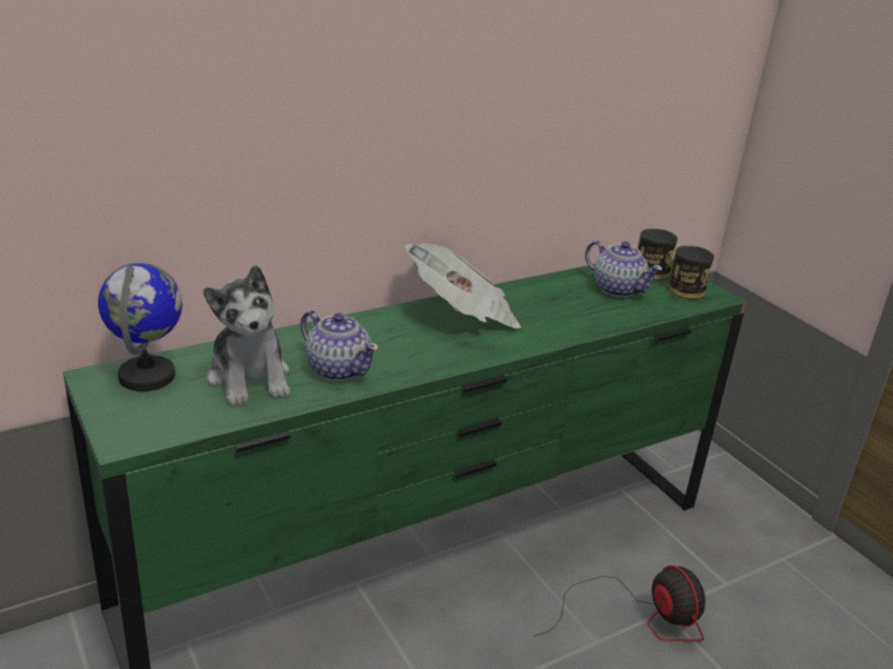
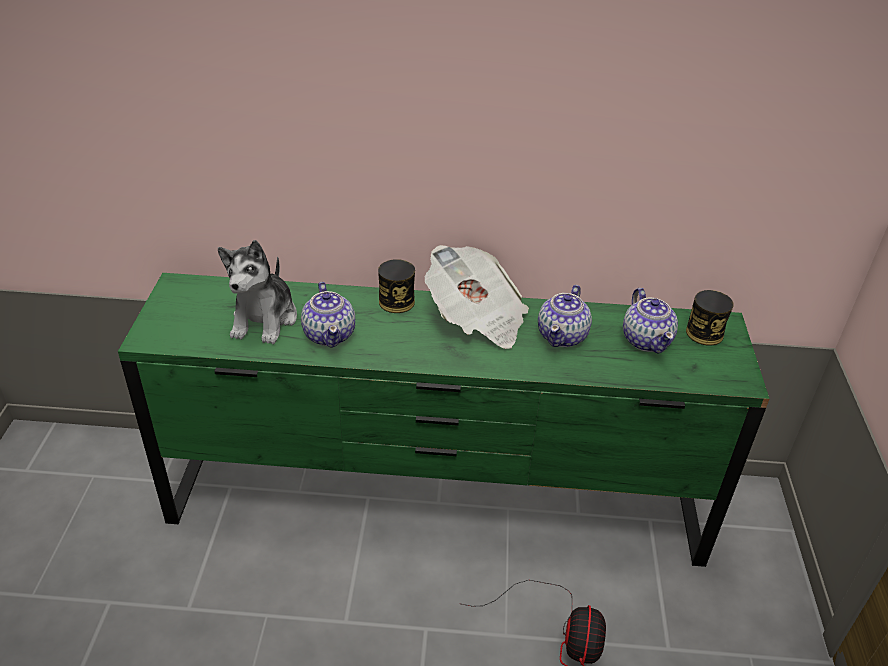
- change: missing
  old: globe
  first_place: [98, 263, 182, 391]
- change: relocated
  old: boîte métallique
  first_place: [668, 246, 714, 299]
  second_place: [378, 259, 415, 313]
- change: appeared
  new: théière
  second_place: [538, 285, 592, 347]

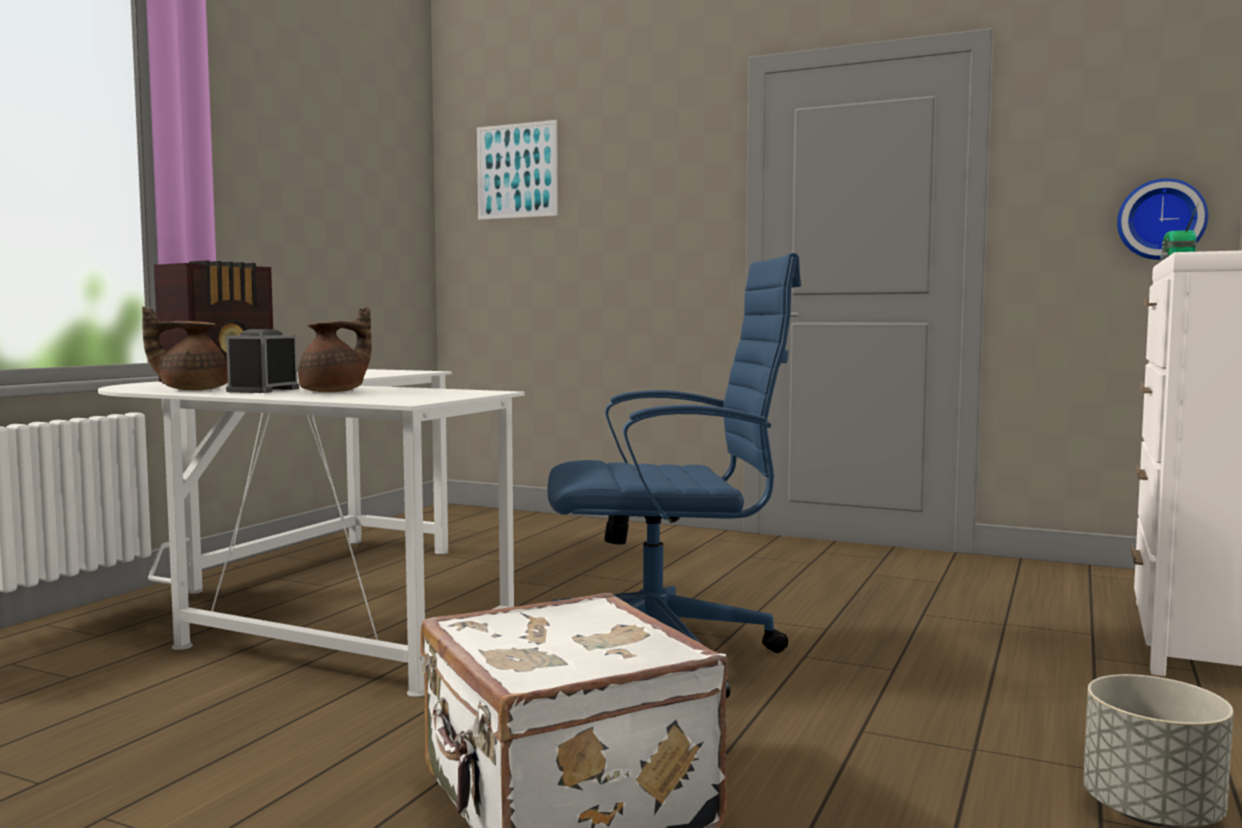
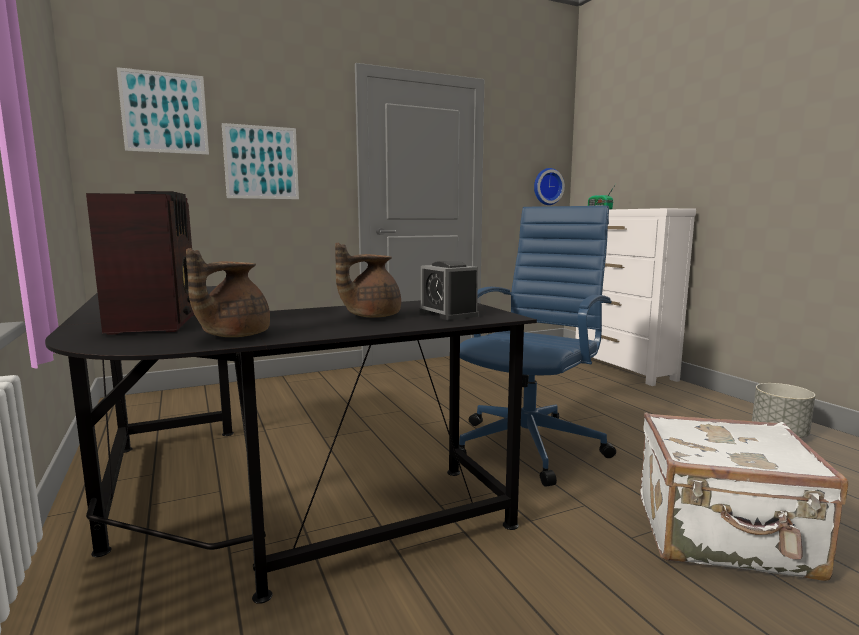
- change: colour
  old: bureau [blanc]
  new: bureau [noir]
  first_place: [98, 369, 524, 697]
  second_place: [45, 286, 537, 604]
- change: relocated
  old: réveil
  first_place: [226, 329, 299, 393]
  second_place: [420, 260, 479, 320]
- change: spun
  old: théière [marron]
  first_place: [298, 307, 372, 392]
  second_place: [335, 243, 401, 318]
  degrees: -120
- change: appeared
  new: tableau
  second_place: [222, 123, 299, 199]

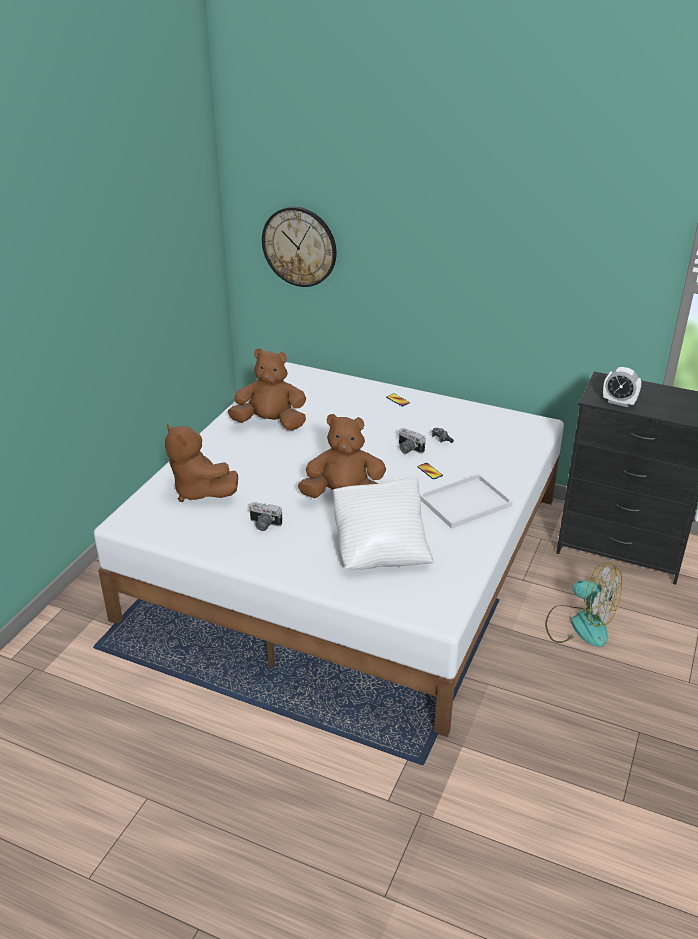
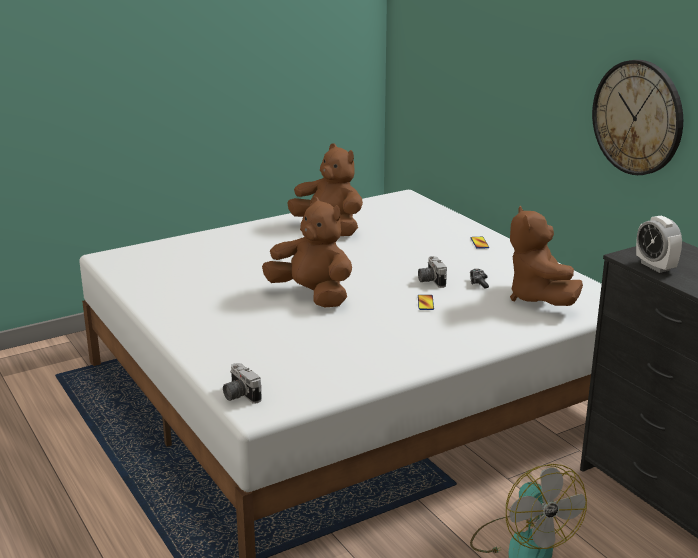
- change: relocated
  old: peluche [marron]
  first_place: [165, 423, 238, 502]
  second_place: [510, 206, 583, 306]
- change: relocated
  old: appareil photo
  first_place: [248, 502, 282, 531]
  second_place: [223, 363, 262, 404]
- change: relocated
  old: horloge murale
  first_place: [262, 206, 336, 287]
  second_place: [592, 60, 683, 175]
- change: missing
  old: coussin [blanc]
  first_place: [333, 476, 433, 570]
- change: missing
  old: plateau [blanc]
  first_place: [420, 474, 513, 529]

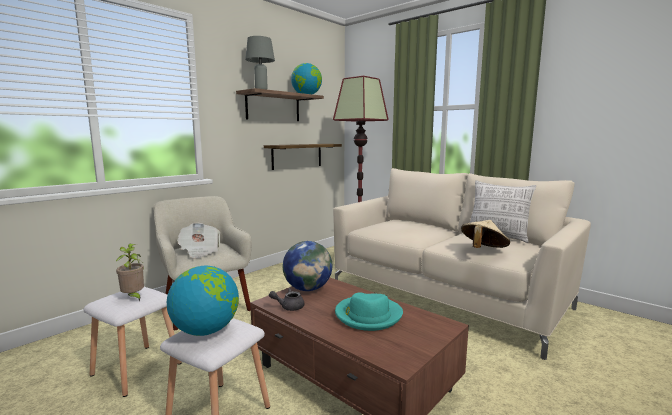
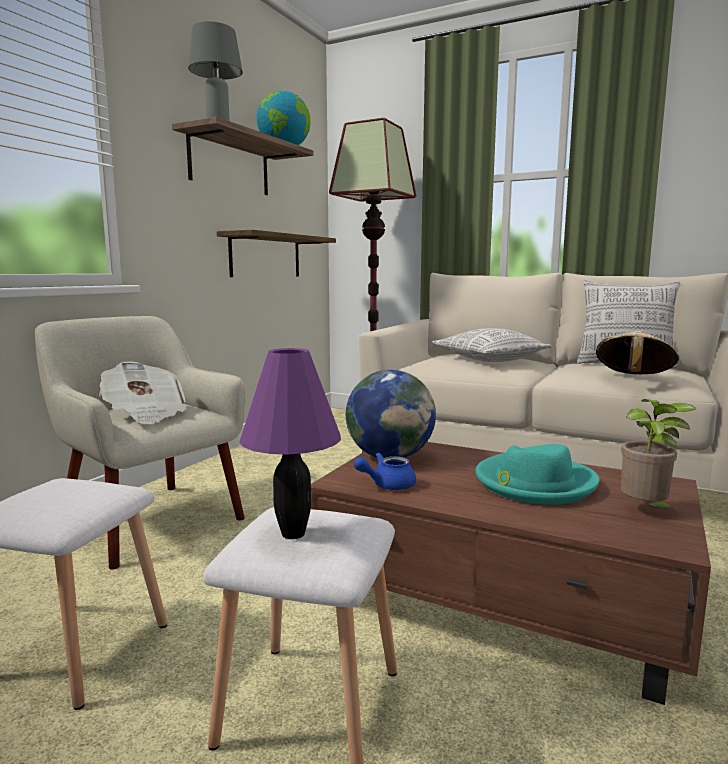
- change: relocated
  old: plante en pot
  first_place: [116, 244, 144, 302]
  second_place: [621, 399, 697, 516]
- change: exchanged
  old: globe
  new: lampe de table [violet]
  first_place: [167, 266, 239, 336]
  second_place: [240, 348, 341, 539]
- change: colour
  old: théière [gris]
  new: théière [bleu]
  first_place: [269, 288, 305, 311]
  second_place: [354, 453, 416, 490]
- change: appeared
  new: coussin
  second_place: [432, 328, 552, 362]

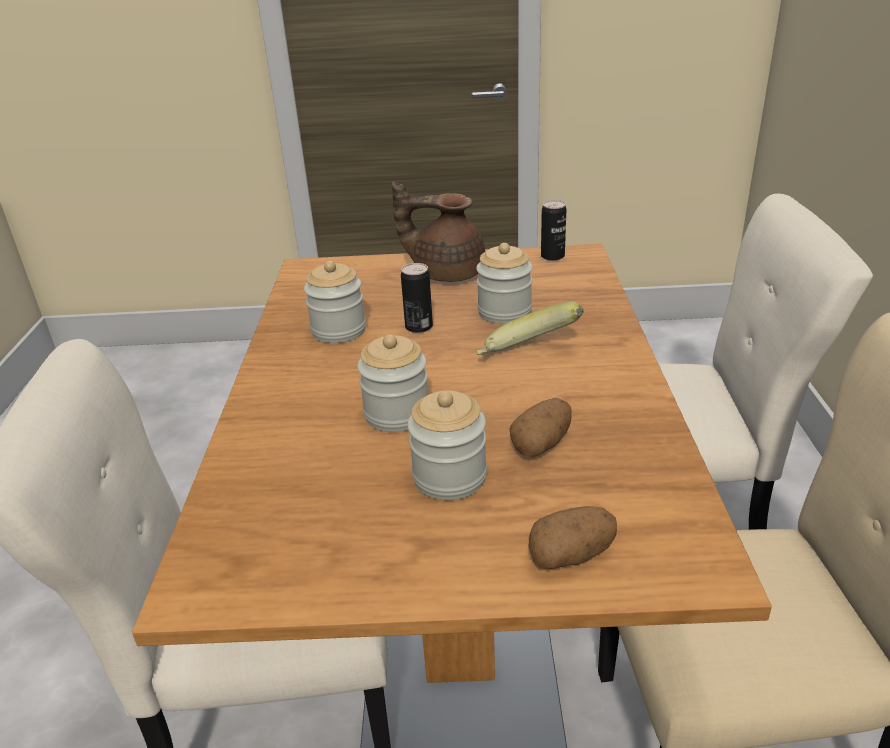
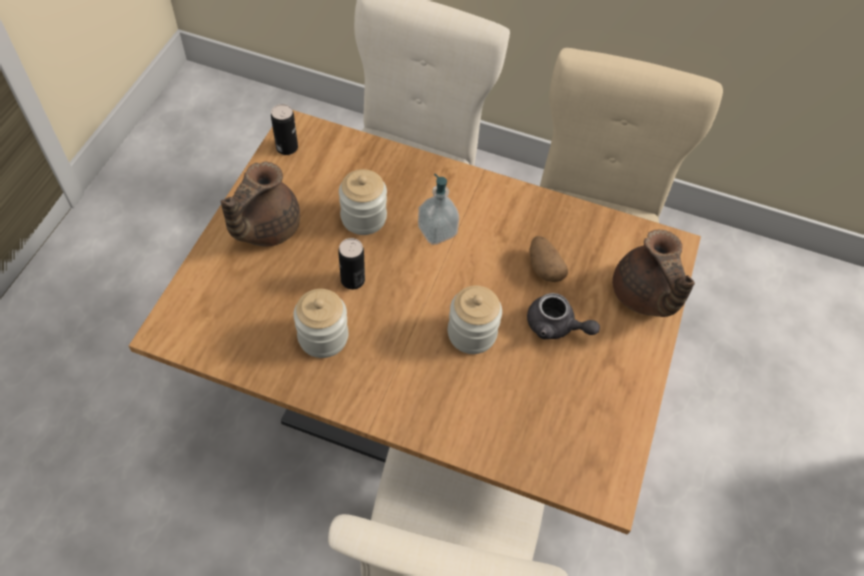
- change: exchanged
  old: bocal
  new: théière [gris]
  first_place: [408, 390, 487, 500]
  second_place: [527, 293, 600, 340]
- change: exchanged
  old: banane
  new: distributeur de savon
  first_place: [476, 302, 584, 355]
  second_place: [418, 174, 459, 245]
- change: exchanged
  old: pomme de terre
  new: théière [marron]
  first_place: [528, 506, 617, 569]
  second_place: [612, 230, 695, 317]

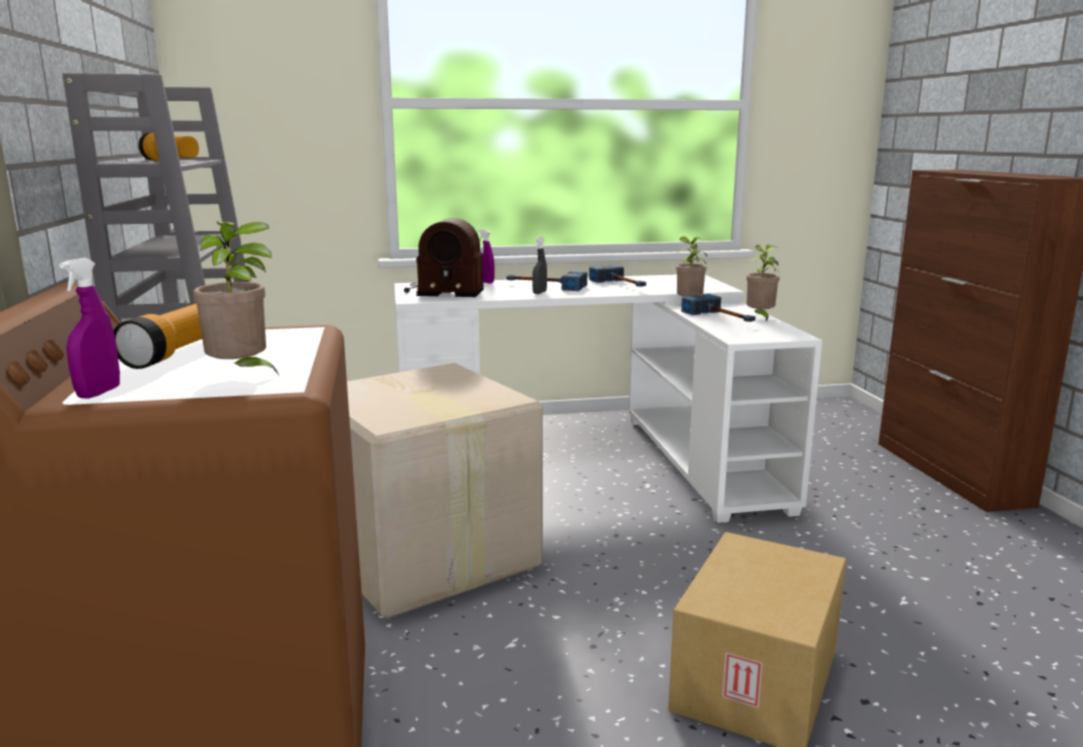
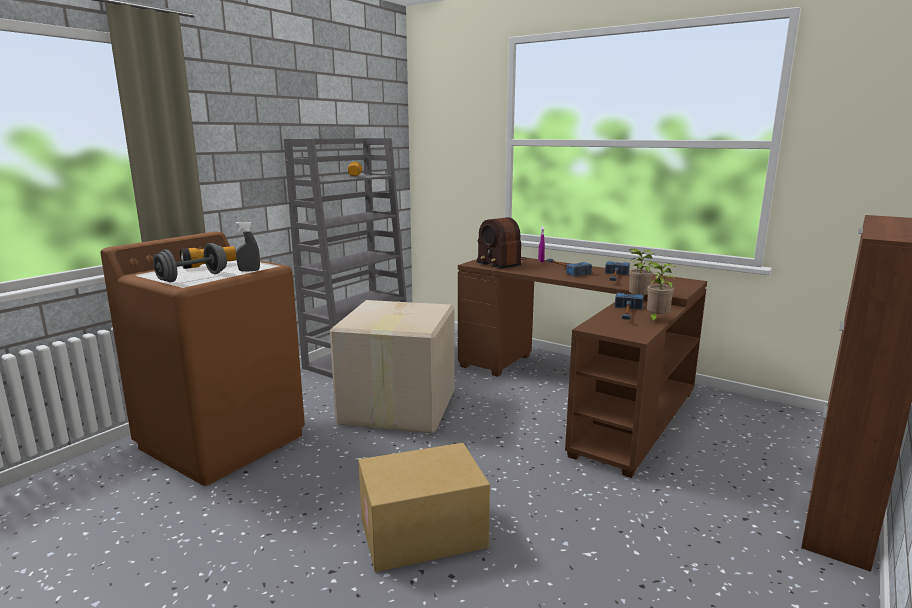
- change: missing
  old: vaporisateur [violet]
  first_place: [59, 258, 120, 399]
- change: exchanged
  old: plante en pot
  new: haltère [gris]
  first_place: [193, 221, 279, 375]
  second_place: [153, 243, 227, 282]
- change: colour
  old: bureau [blanc]
  new: bureau [marron]
  first_place: [394, 275, 822, 523]
  second_place: [458, 257, 707, 478]
- change: relocated
  old: vaporisateur [gris]
  first_place: [532, 237, 547, 294]
  second_place: [236, 221, 260, 272]

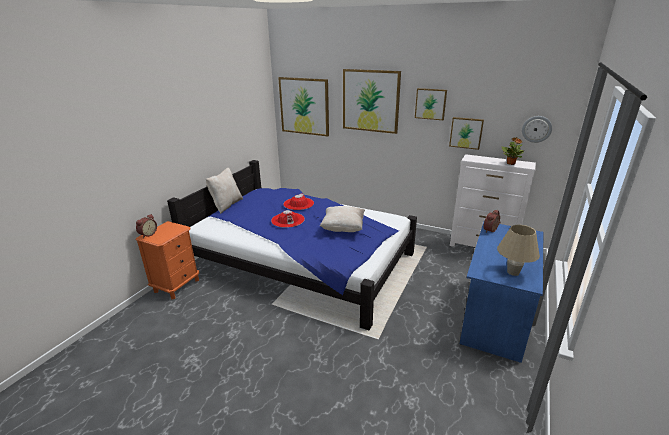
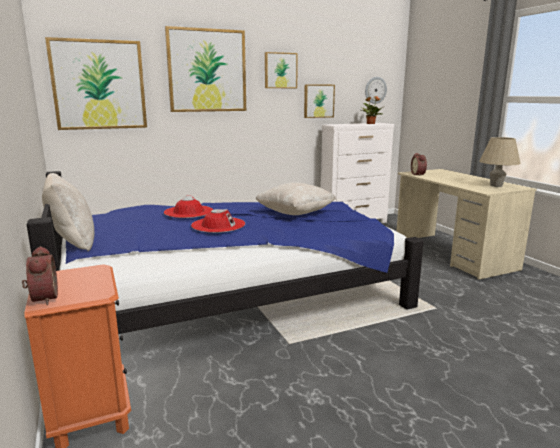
- change: colour
  old: bureau [bleu]
  new: bureau [beige]
  first_place: [460, 222, 543, 363]
  second_place: [397, 169, 537, 280]

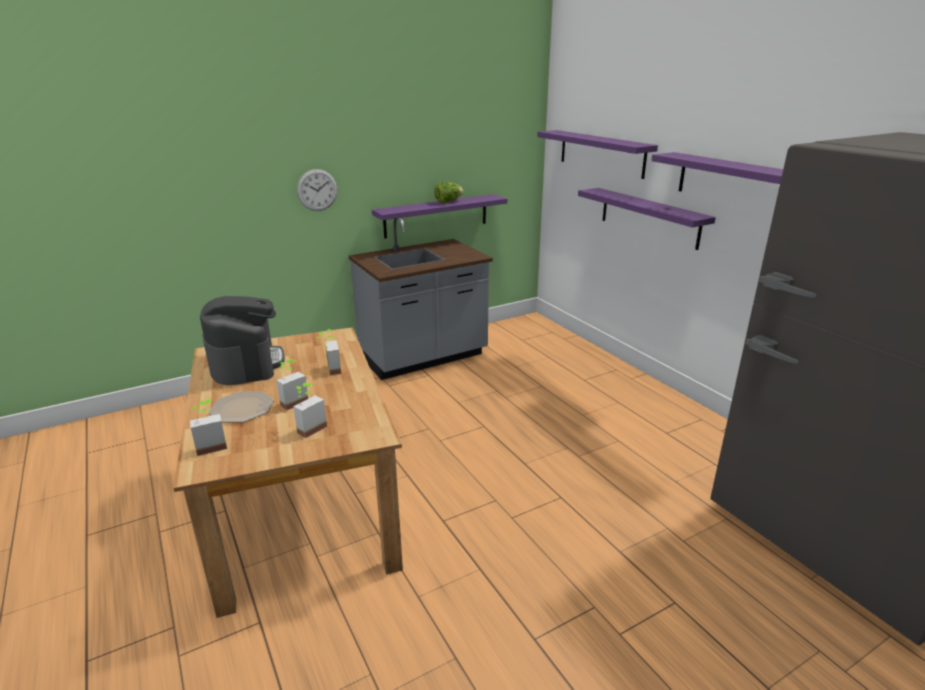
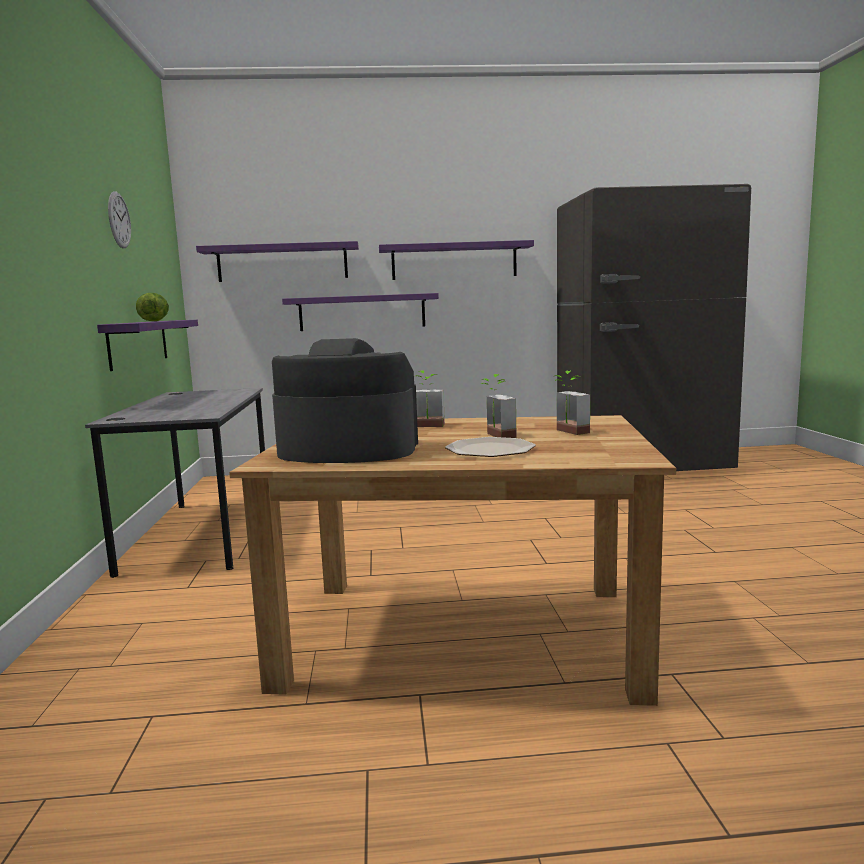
- change: missing
  old: plante en pot
  first_place: [190, 399, 227, 456]
- change: relocated
  old: horloge murale
  first_place: [297, 169, 338, 211]
  second_place: [108, 191, 131, 248]
- change: exchanged
  old: comptoir de cuisine [gris]
  new: bureau [gris]
  first_place: [349, 218, 493, 380]
  second_place: [85, 388, 265, 578]

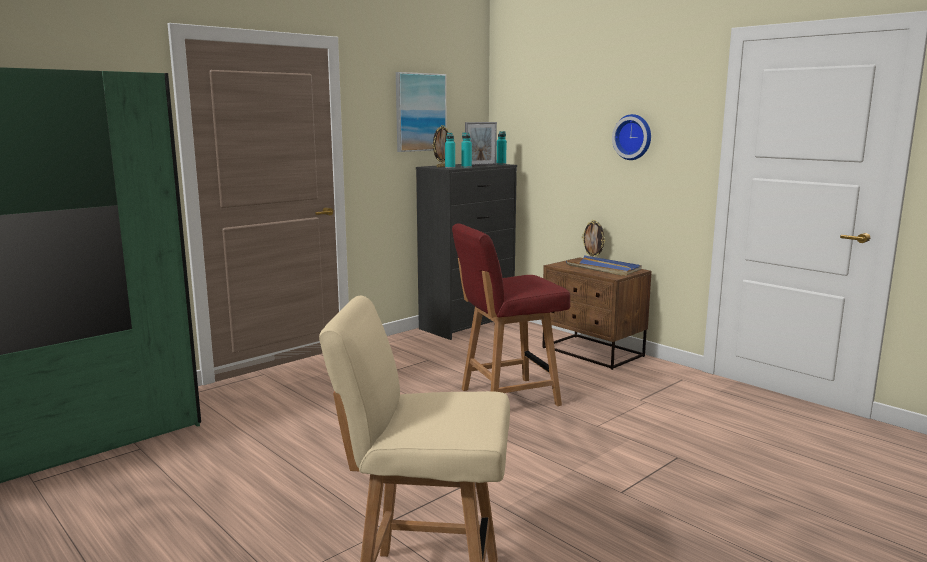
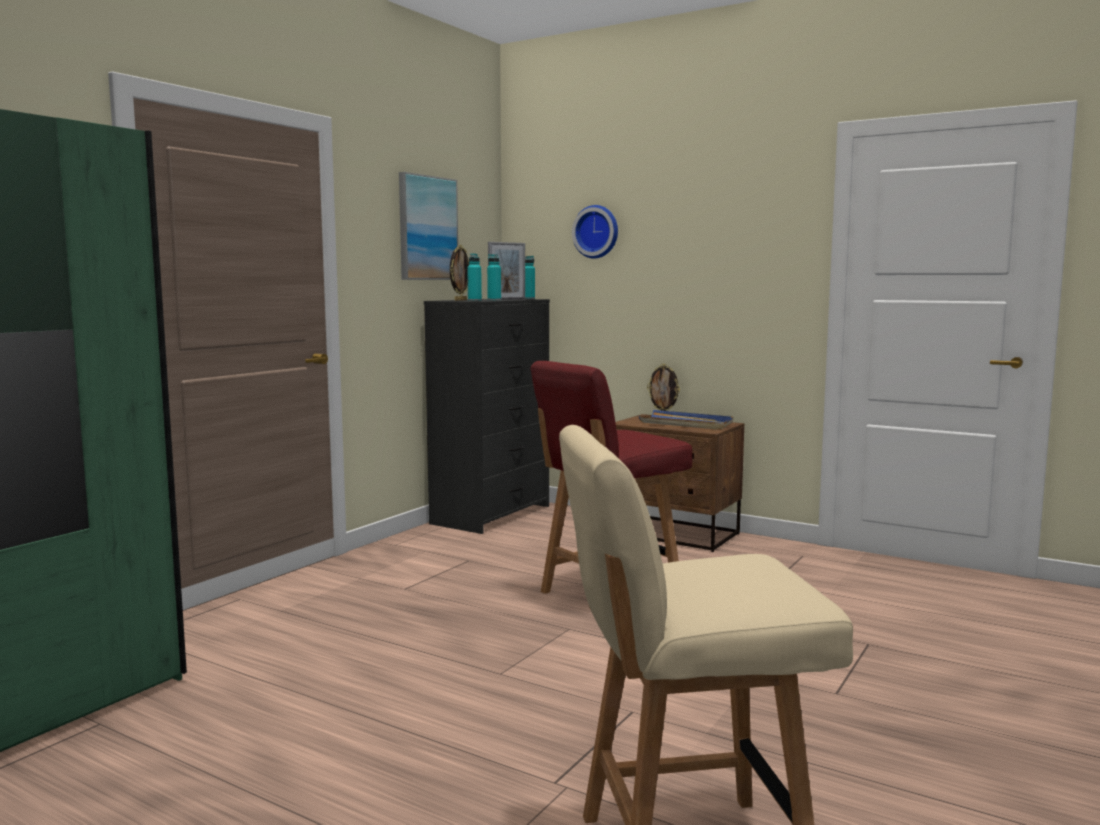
- change: relocated
  old: horloge murale
  first_place: [612, 114, 651, 160]
  second_place: [572, 205, 618, 259]

